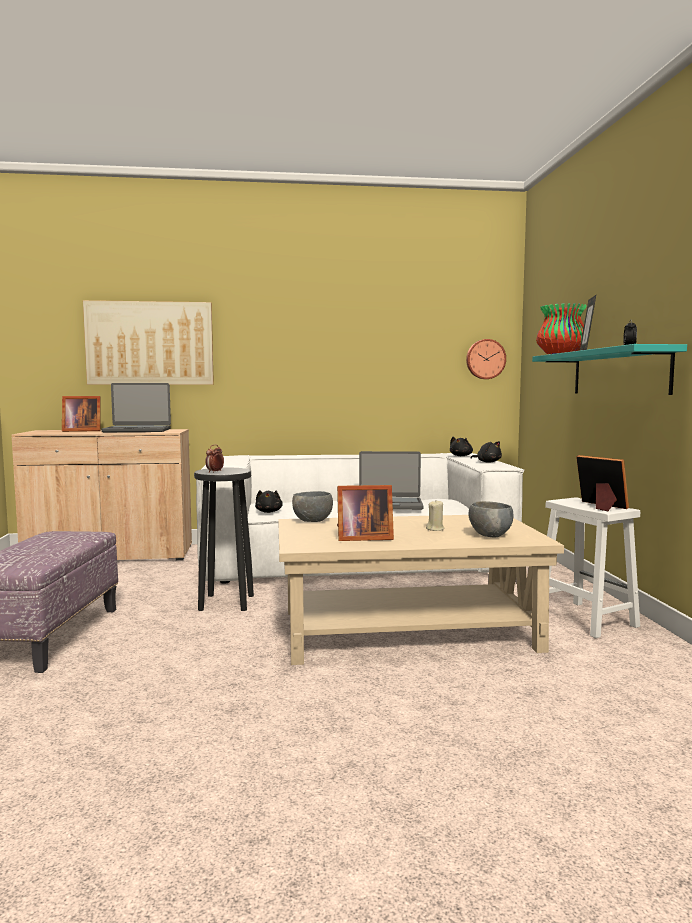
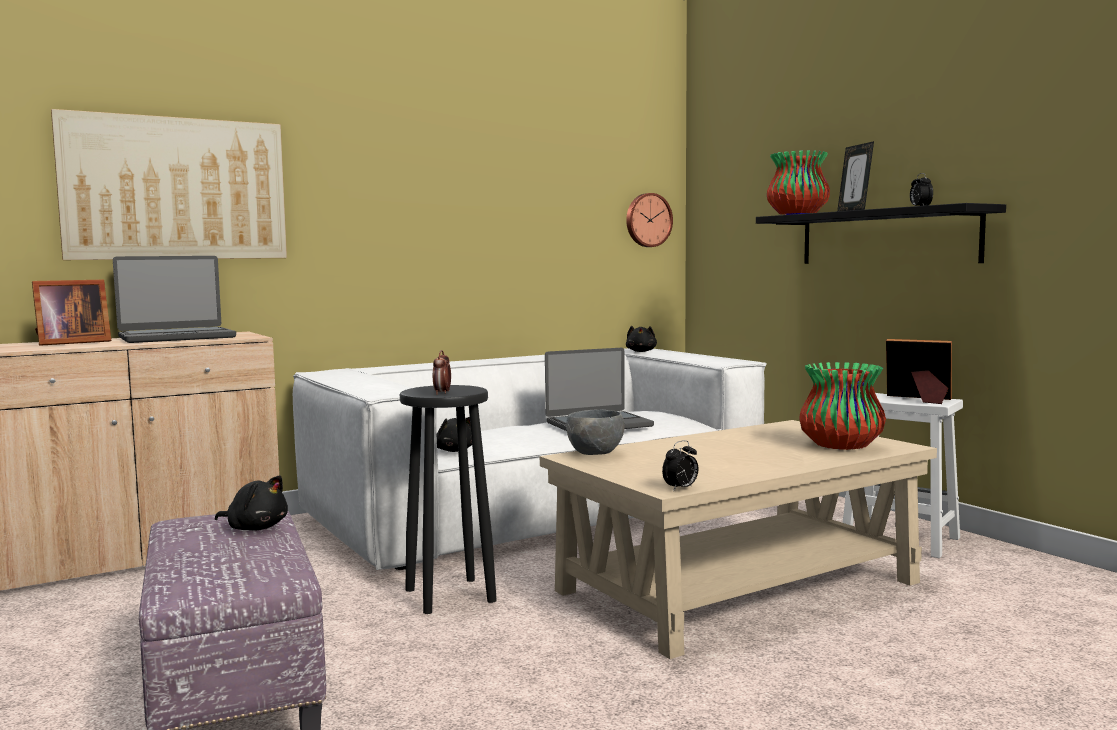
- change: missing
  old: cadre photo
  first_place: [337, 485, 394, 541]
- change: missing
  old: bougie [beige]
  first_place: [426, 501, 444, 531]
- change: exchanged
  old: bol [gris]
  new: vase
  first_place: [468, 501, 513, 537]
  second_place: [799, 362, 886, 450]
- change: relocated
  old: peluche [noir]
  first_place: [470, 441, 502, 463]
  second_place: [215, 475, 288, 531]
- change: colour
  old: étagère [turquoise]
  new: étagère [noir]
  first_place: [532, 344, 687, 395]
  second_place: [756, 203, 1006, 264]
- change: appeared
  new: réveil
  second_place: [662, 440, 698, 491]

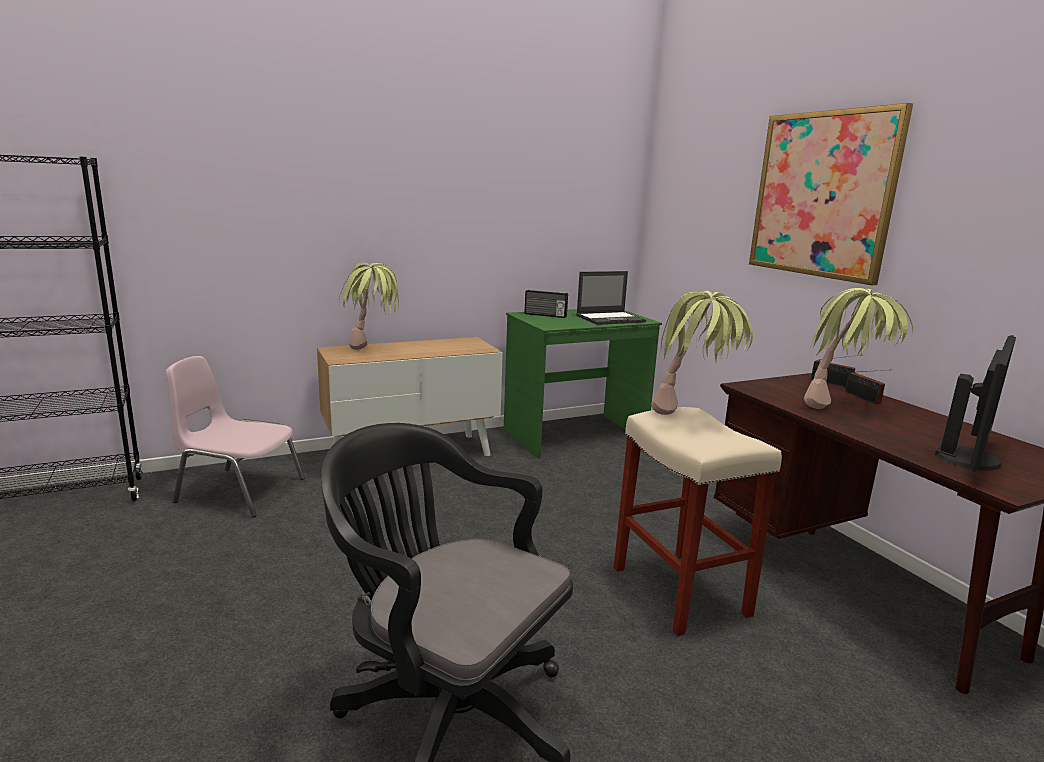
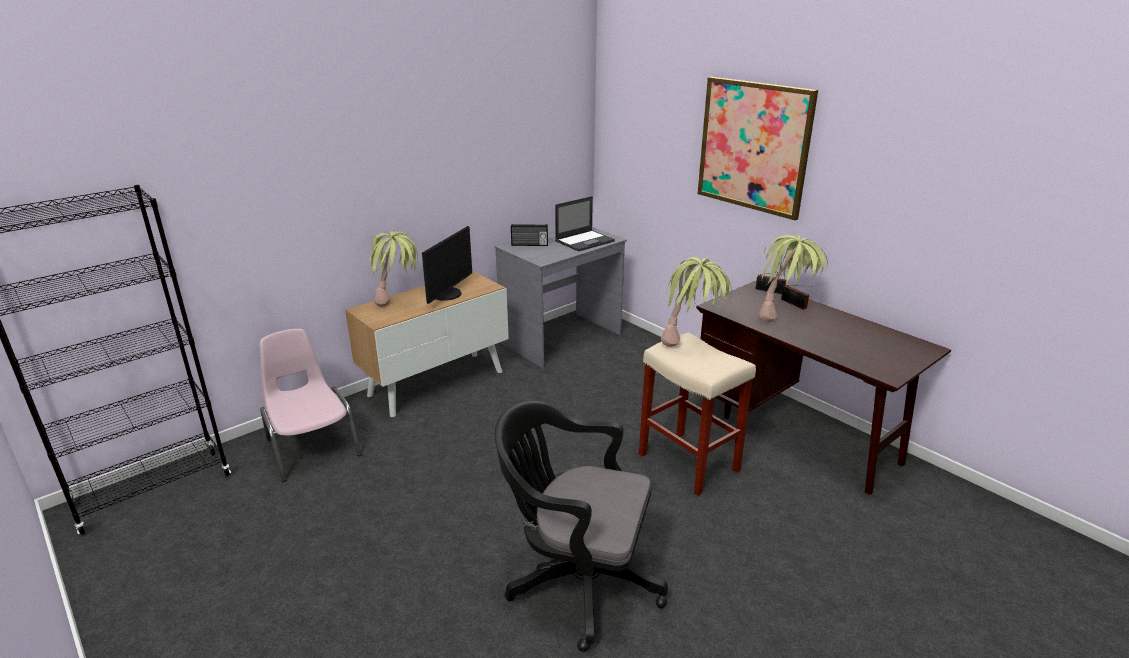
- change: spun
  old: chaise [rose]
  first_place: [166, 356, 305, 517]
  second_place: [259, 329, 361, 482]
  degrees: 60
- change: colour
  old: bureau [vert]
  new: bureau [gris]
  first_place: [504, 309, 662, 459]
  second_place: [495, 227, 627, 368]
- change: relocated
  old: écran d'ordinateur
  first_place: [935, 335, 1016, 472]
  second_place: [422, 226, 472, 304]

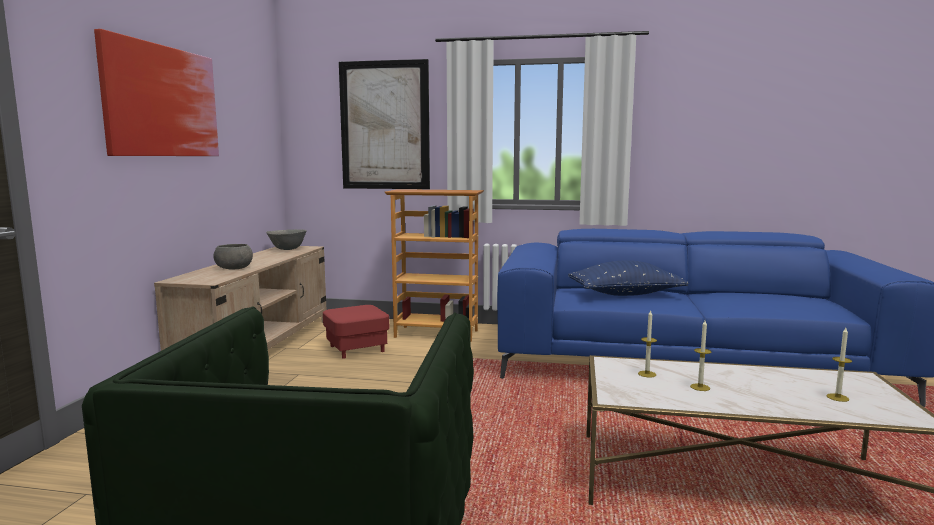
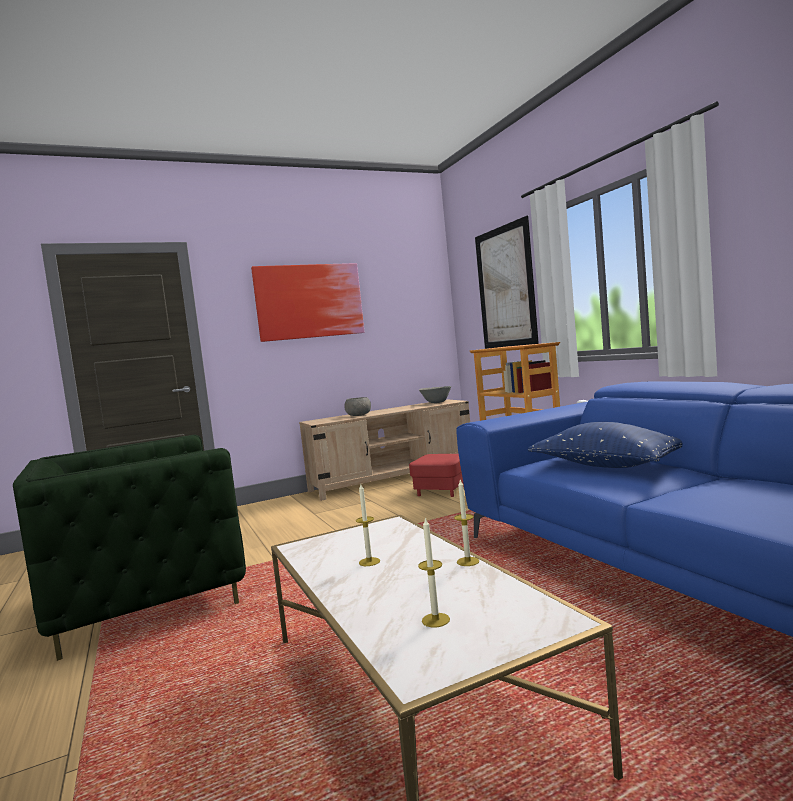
- change: relocated
  old: bougie
  first_place: [638, 311, 657, 377]
  second_place: [454, 480, 479, 566]

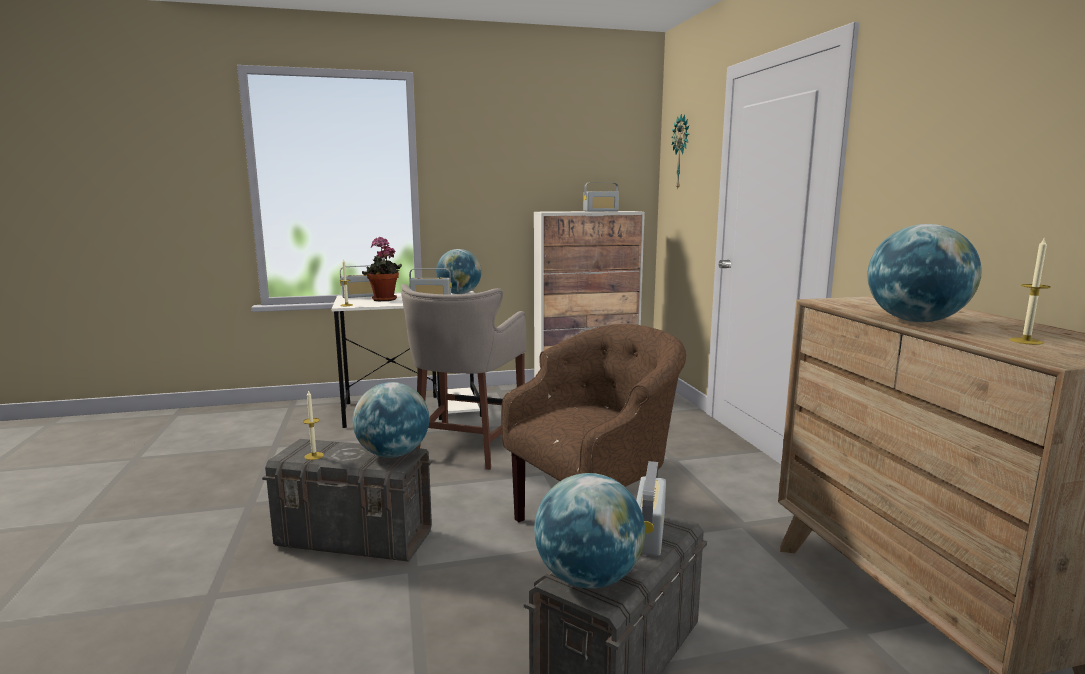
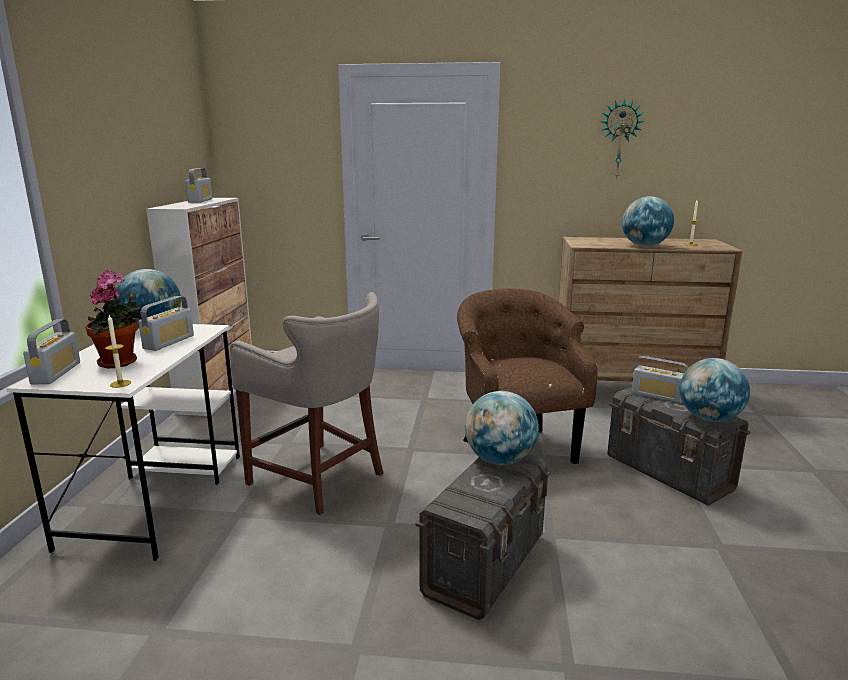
- change: missing
  old: bougie
  first_place: [303, 390, 324, 460]
- change: relocated
  old: horloge murale
  first_place: [672, 114, 689, 190]
  second_place: [601, 98, 644, 180]

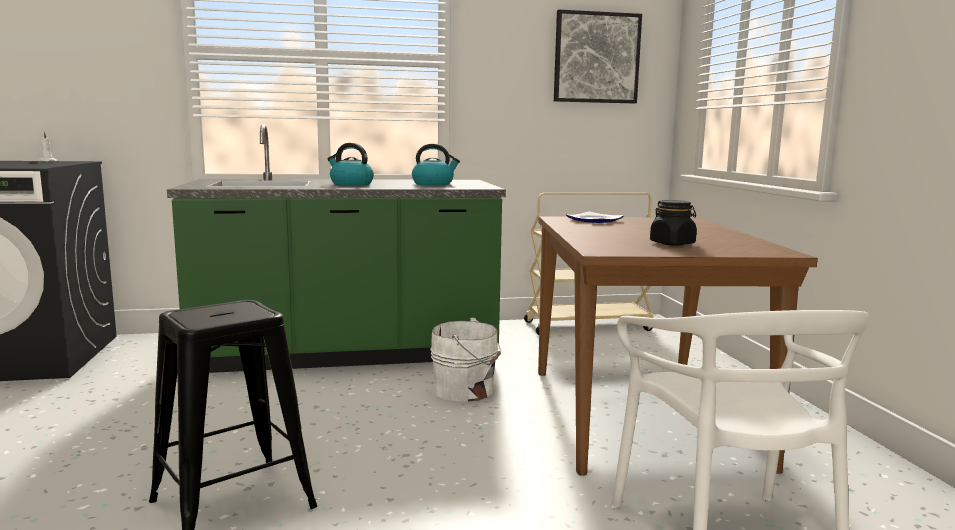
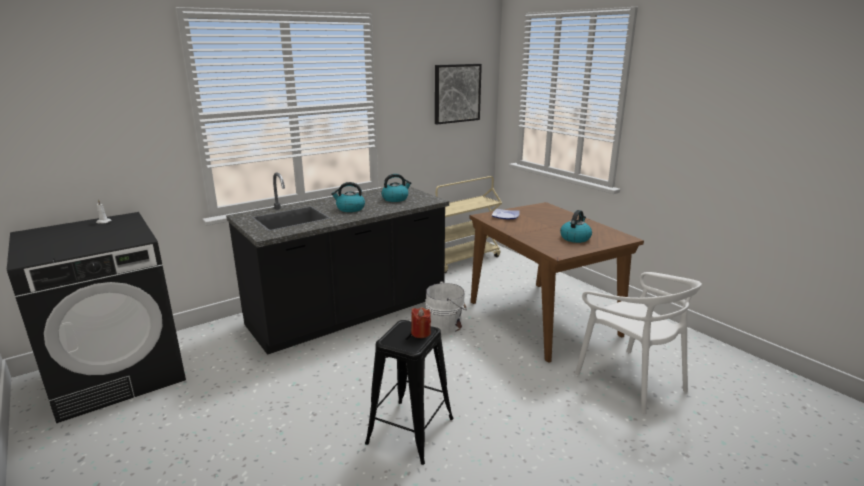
- change: colour
  old: comptoir de cuisine [vert]
  new: comptoir de cuisine [noir]
  first_place: [167, 124, 506, 373]
  second_place: [226, 172, 449, 355]
- change: exchanged
  old: bocal [noir]
  new: bouilloire
  first_place: [650, 200, 697, 246]
  second_place: [560, 210, 592, 243]
- change: appeared
  new: bougie [rouge]
  second_place: [411, 308, 431, 338]

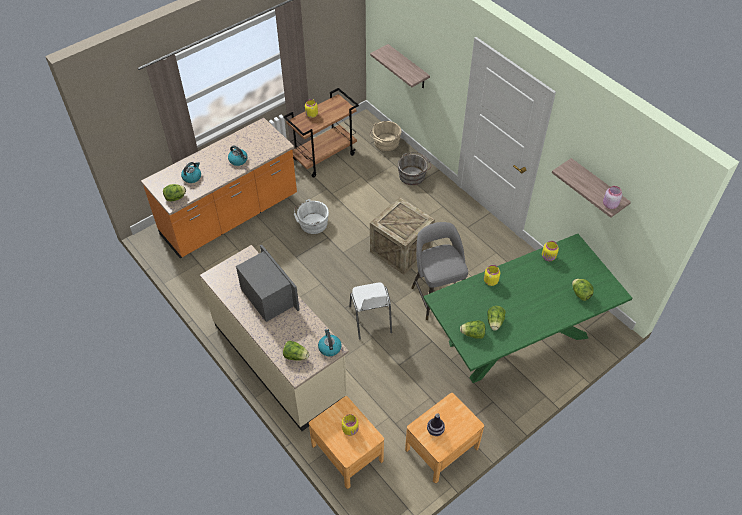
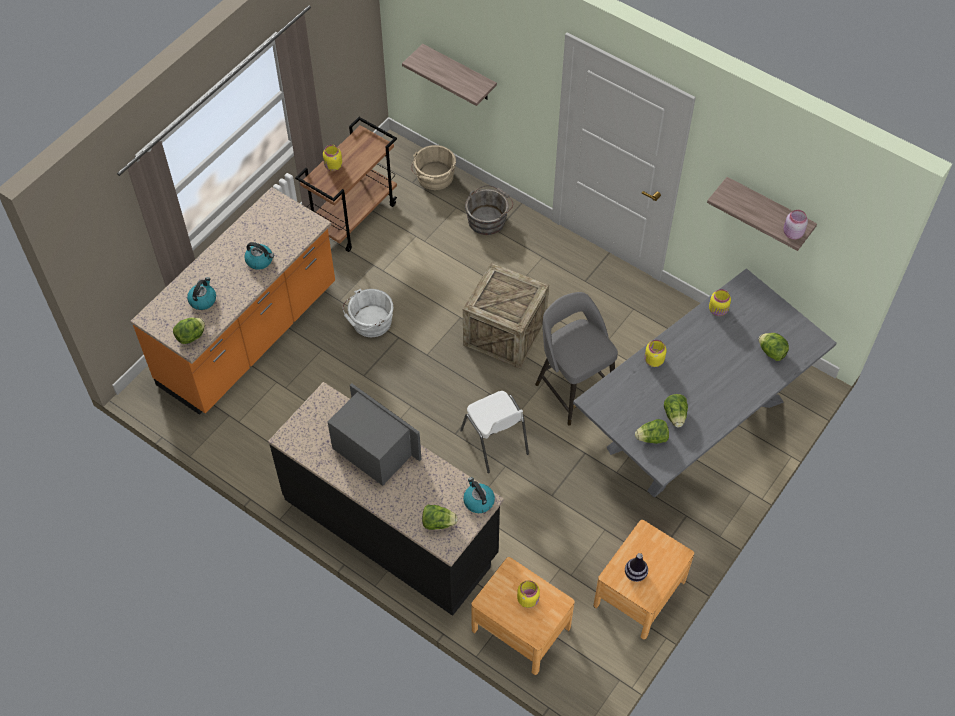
- change: colour
  old: comptoir de cuisine [beige]
  new: comptoir de cuisine [noir]
  first_place: [200, 245, 349, 431]
  second_place: [268, 382, 504, 616]
- change: colour
  old: table à manger [vert]
  new: table à manger [gris]
  first_place: [423, 234, 632, 383]
  second_place: [573, 268, 837, 498]

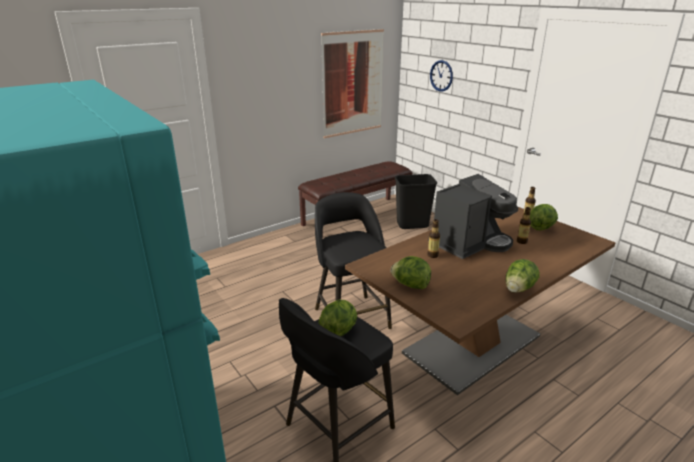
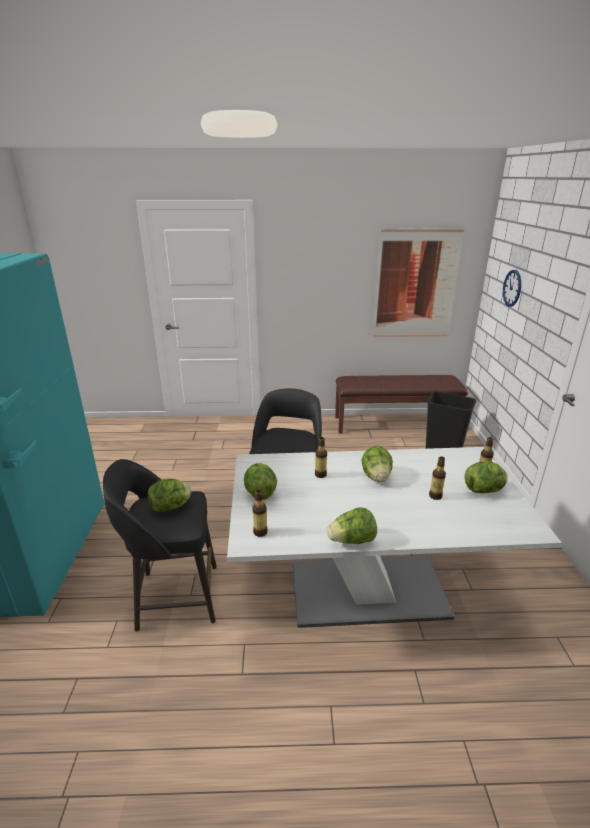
- change: colour
  old: table à manger [marron]
  new: table à manger [blanc]
  first_place: [345, 207, 616, 395]
  second_place: [227, 447, 562, 628]
- change: exchanged
  old: machine à café
  new: laitue
  first_place: [428, 174, 518, 259]
  second_place: [361, 446, 393, 482]
- change: appeared
  new: bouteille
  second_place: [252, 490, 268, 537]

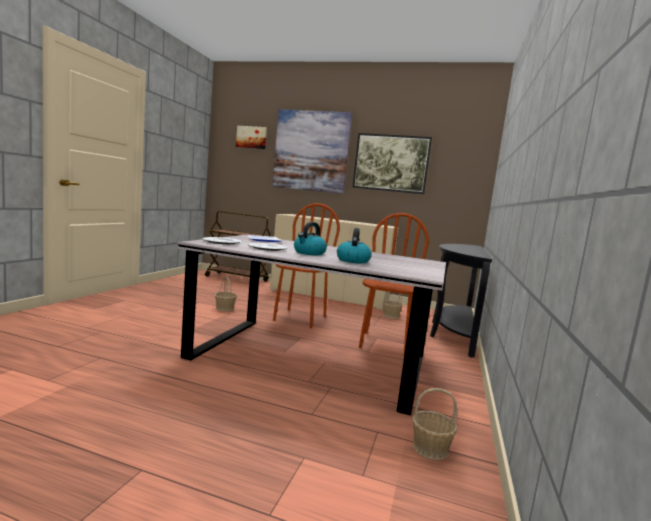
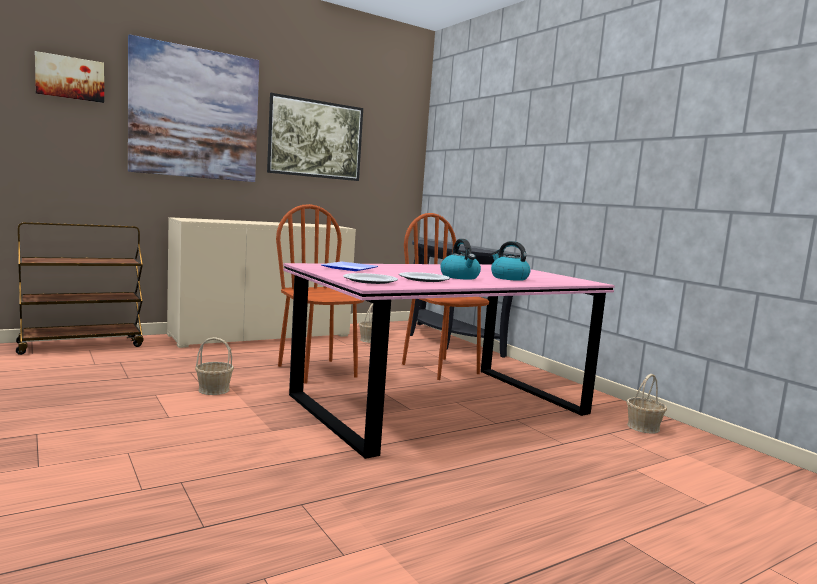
- change: colour
  old: table à manger [gris]
  new: table à manger [rose]
  first_place: [177, 234, 446, 415]
  second_place: [283, 263, 615, 459]

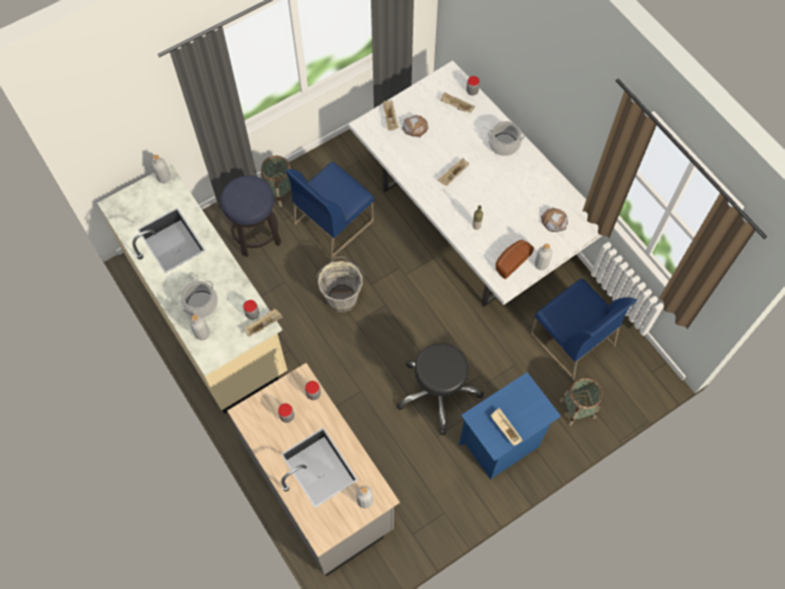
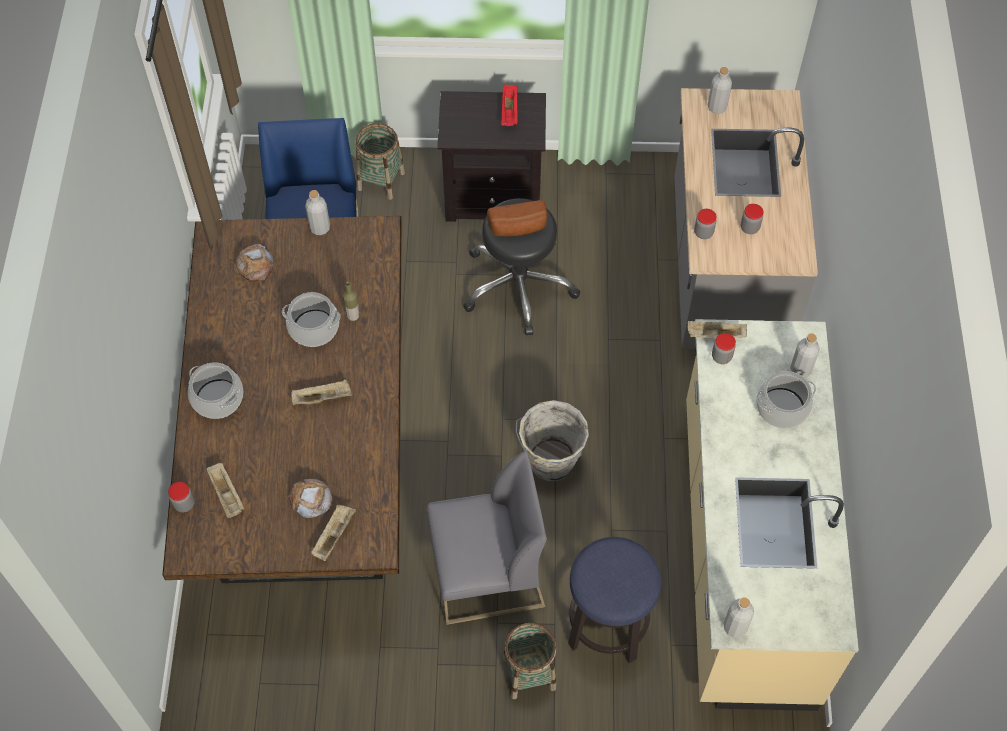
- change: colour
  old: chaise [bleu]
  new: chaise [gris]
  first_place: [285, 162, 374, 259]
  second_place: [426, 450, 547, 625]
- change: colour
  old: table à manger [blanc]
  new: table à manger [marron]
  first_place: [349, 61, 602, 307]
  second_place: [162, 216, 402, 583]
- change: colour
  old: table de chevet [bleu]
  new: table de chevet [noir]
  first_place: [459, 372, 561, 479]
  second_place: [437, 91, 546, 222]
- change: colour
  old: plateau [beige]
  new: plateau [rouge]
  first_place: [490, 408, 523, 446]
  second_place: [501, 84, 518, 126]
- change: relocated
  old: pain
  first_place: [496, 240, 534, 279]
  second_place: [487, 200, 547, 236]
- change: appeared
  new: marmite
  second_place: [282, 292, 341, 347]

